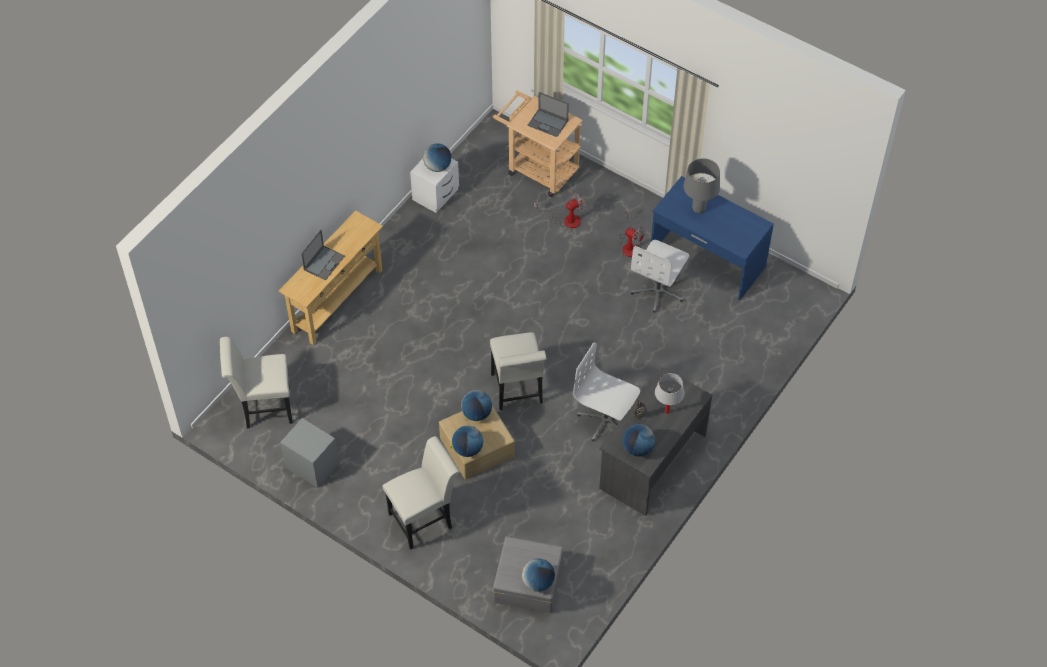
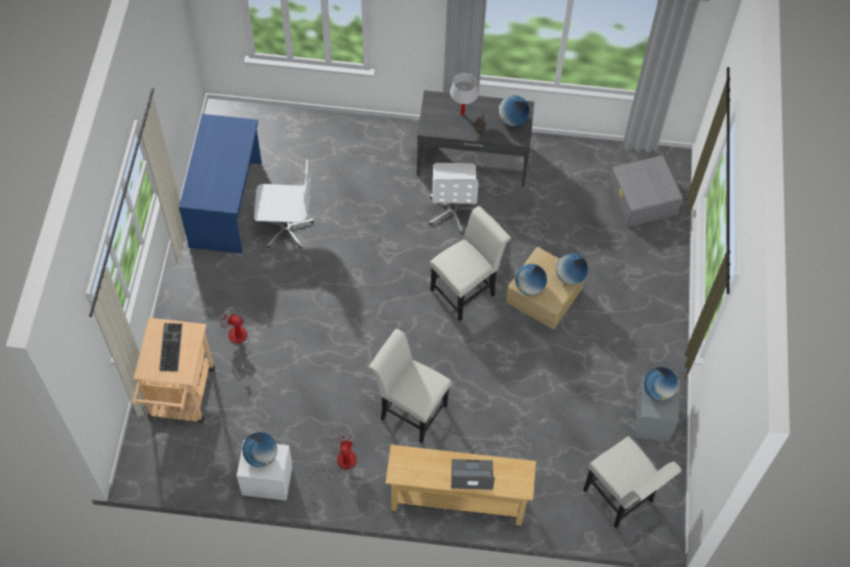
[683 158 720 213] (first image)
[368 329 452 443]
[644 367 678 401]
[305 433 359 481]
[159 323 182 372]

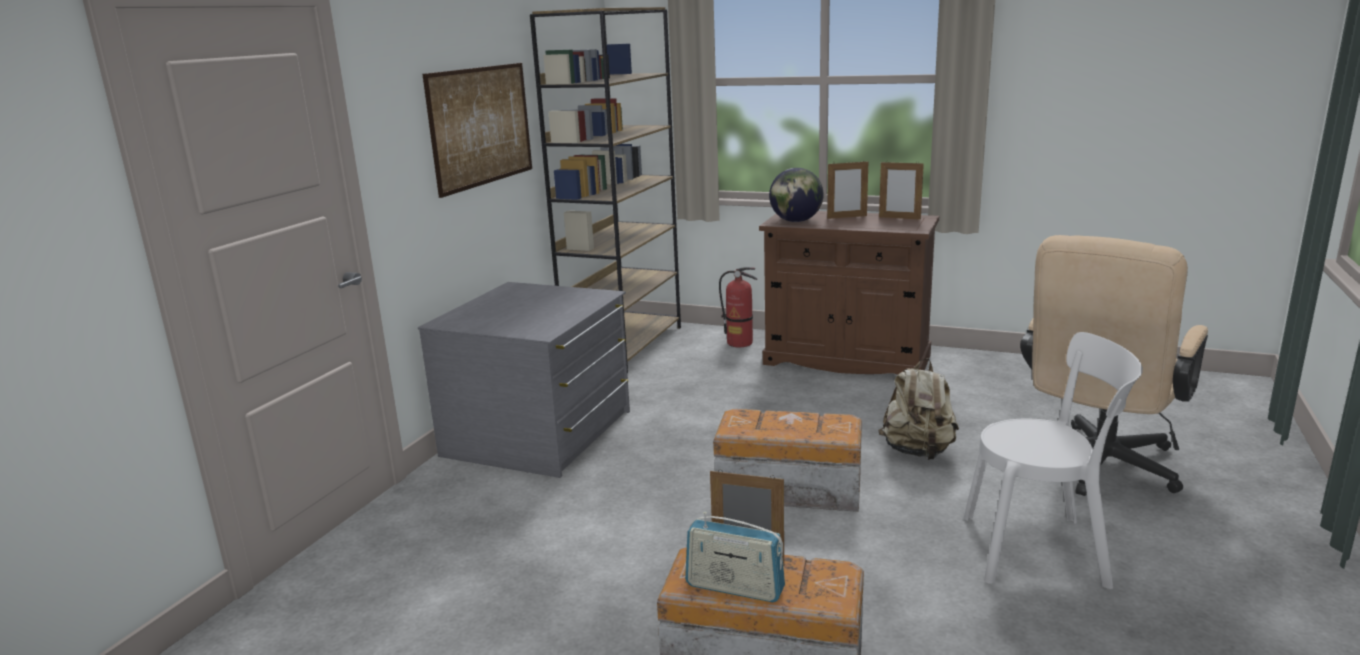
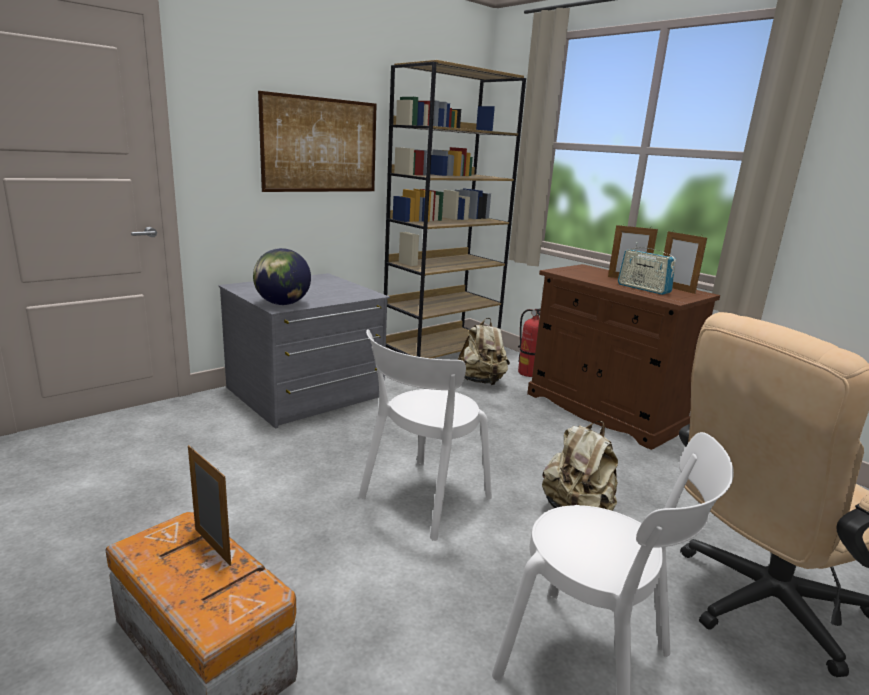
[457 318 510 385]
[618 242 676 295]
[253 248 311 305]
[358 329 492 541]

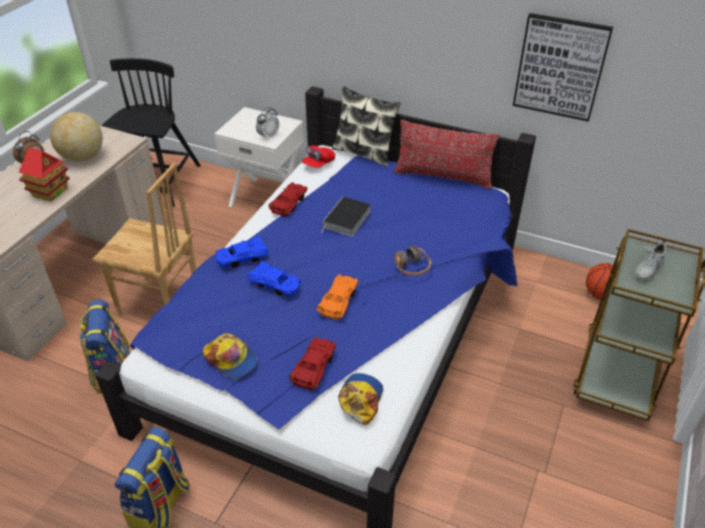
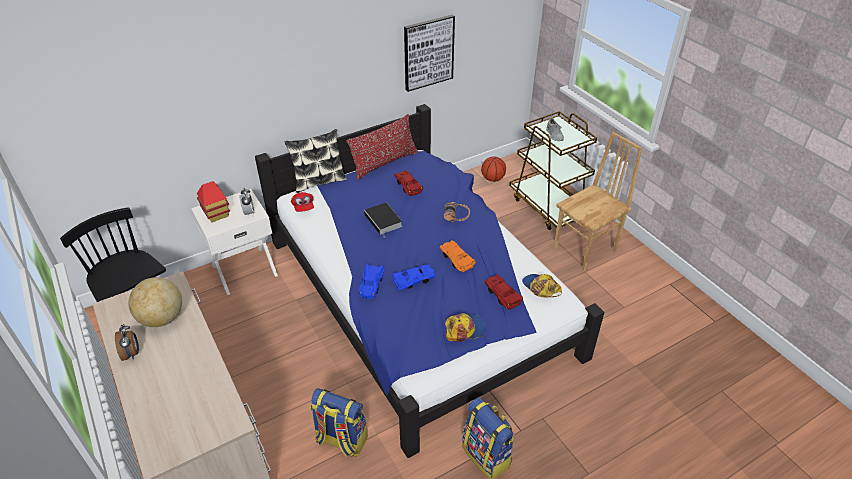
[197 181 230 223]
[554 132 642 270]
[395 170 423 196]

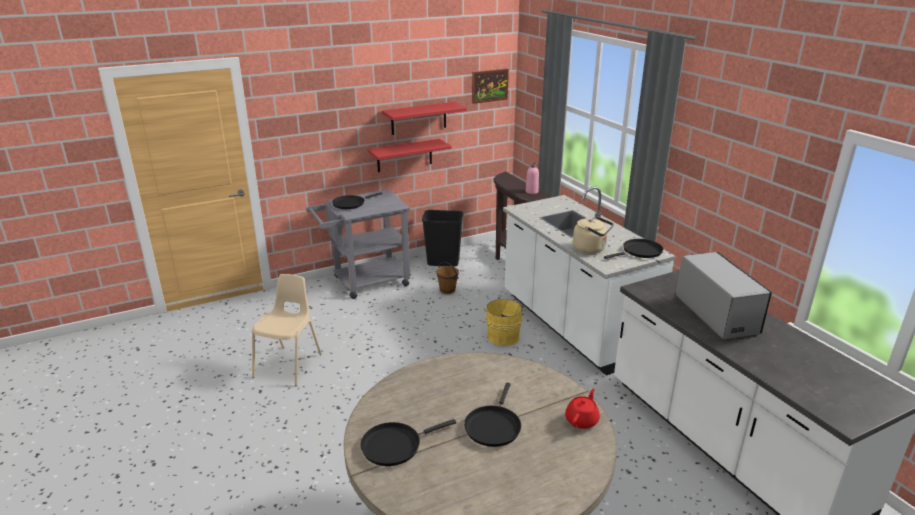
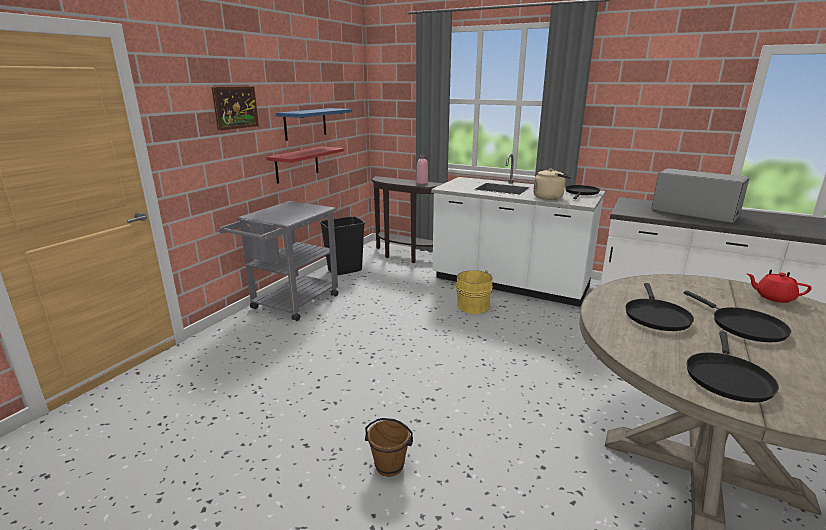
[252 274 322 386] (first image)
[625 283 694 331]
[365 418 413 477]
[211 86 259 131]
[276 108 352 141]
[747 273 812 303]

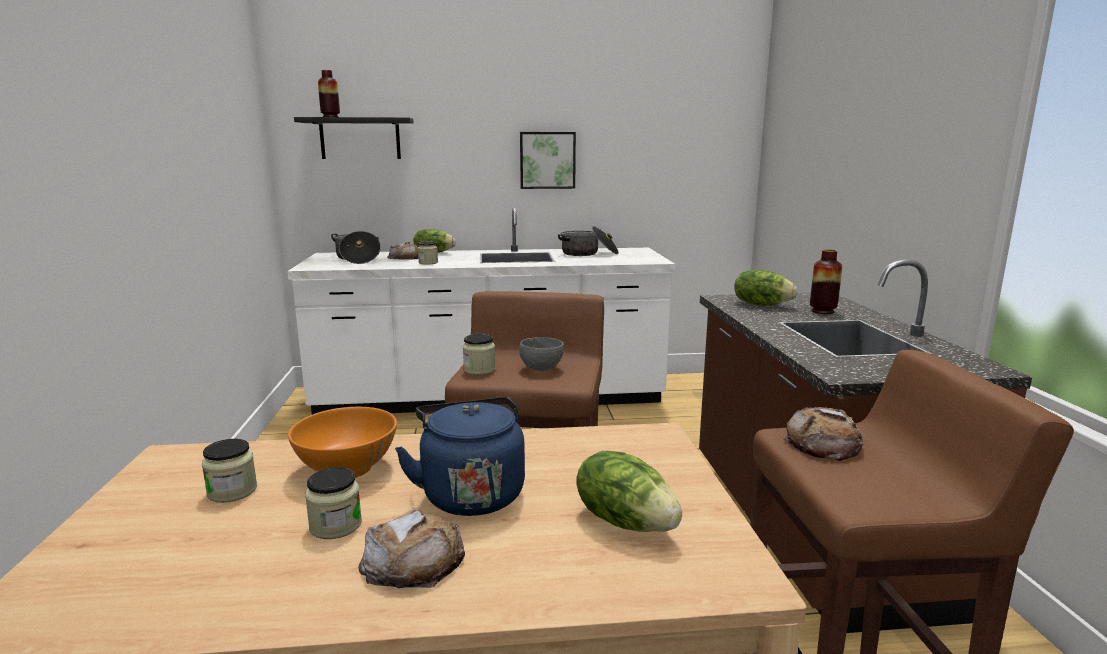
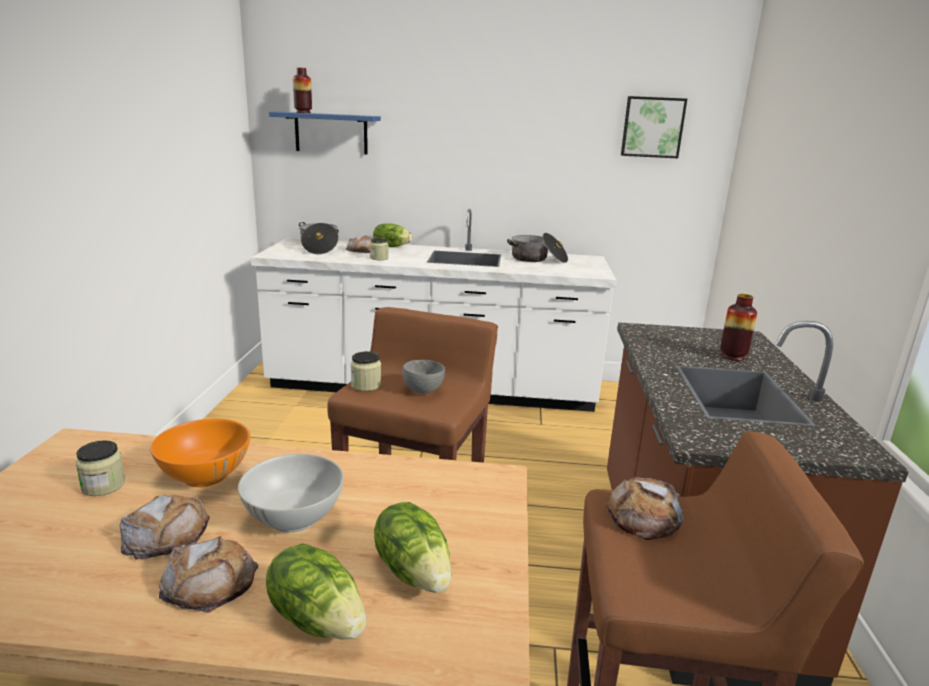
[621 96 687 158]
[266 543 366 640]
[120 495 209 560]
[238 454 344 533]
[269 112 381 154]

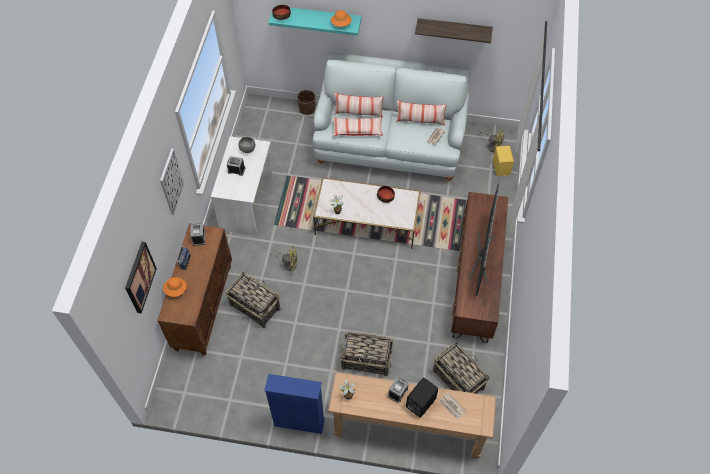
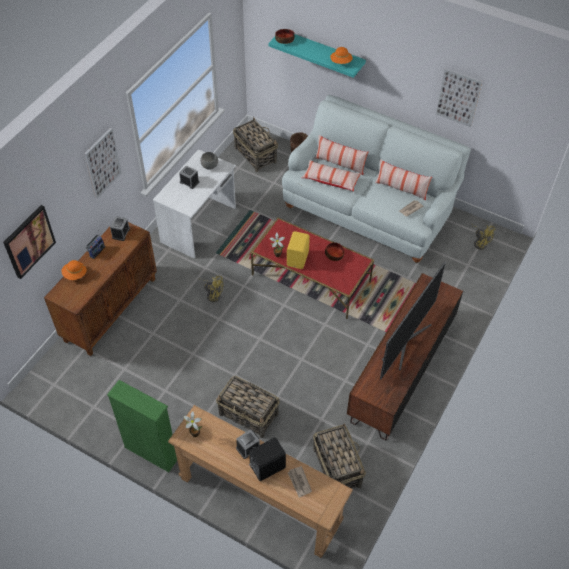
[233 117 278 172]
[287 231 310 269]
[436 68 482 127]
[107 380 177 472]
[251 218 374 319]

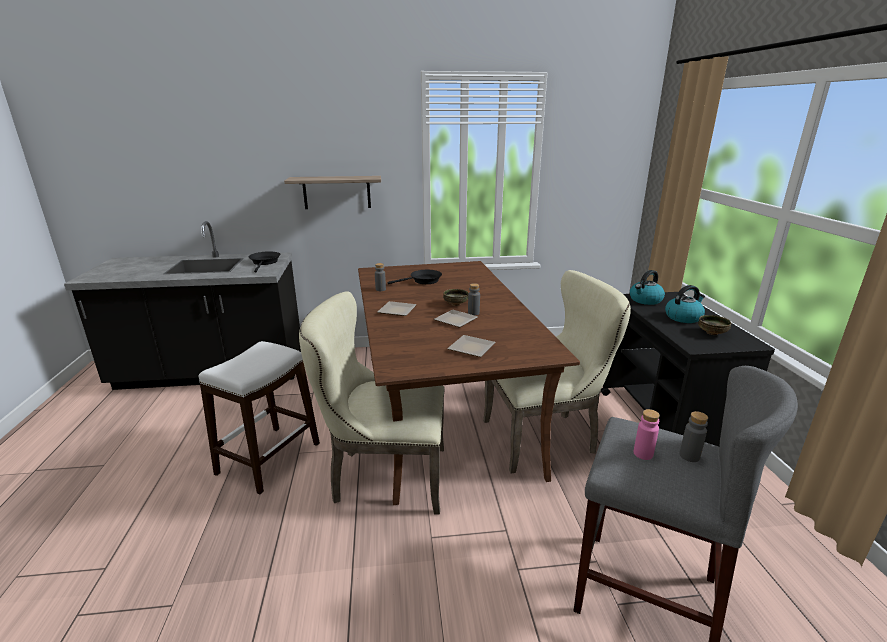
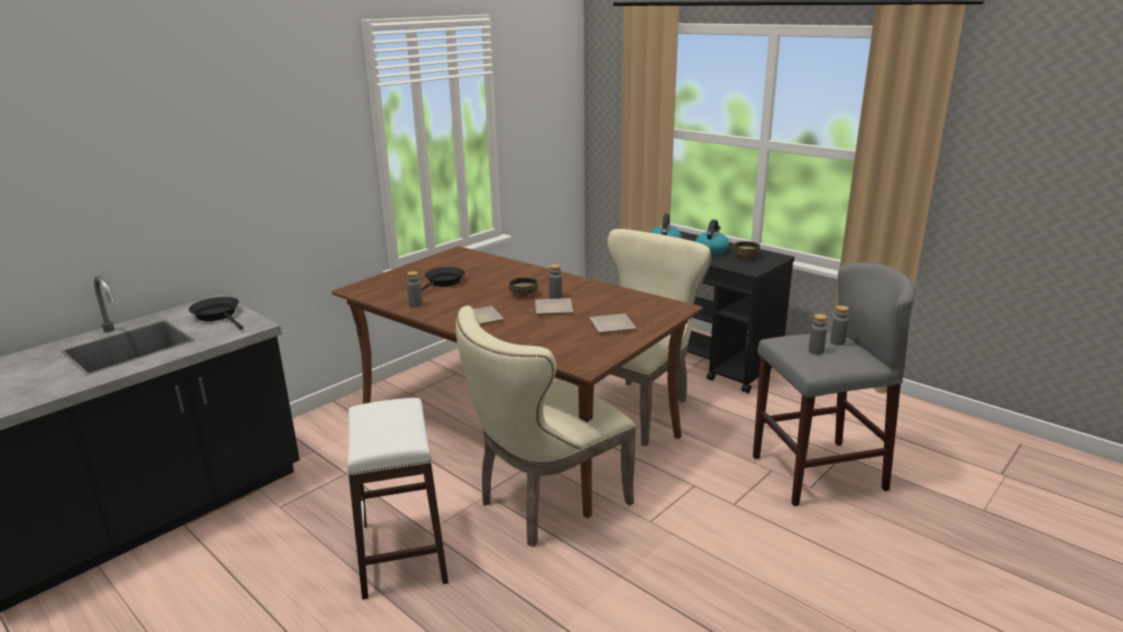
[284 176 381 209] (first image)
[808 314 827 355]

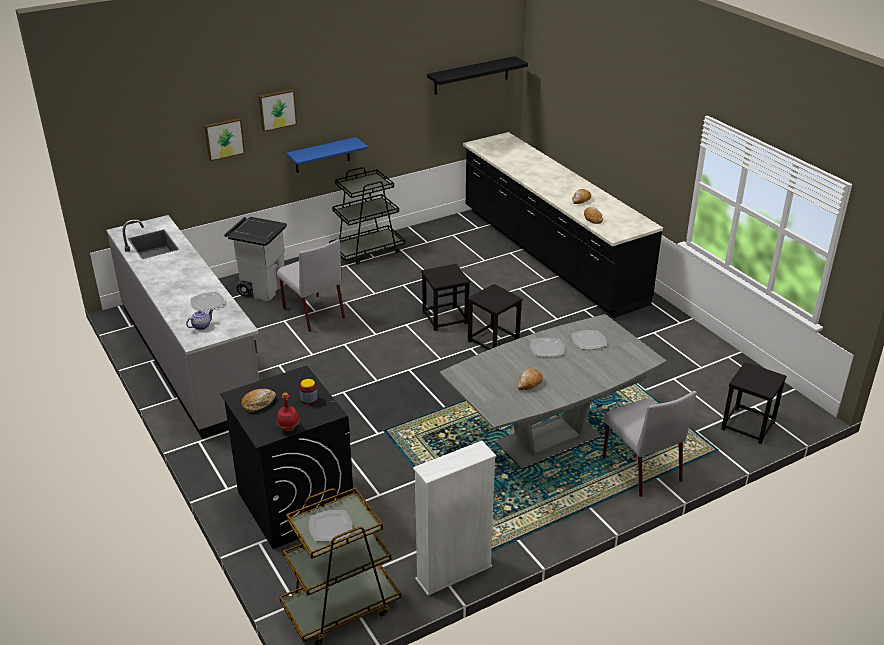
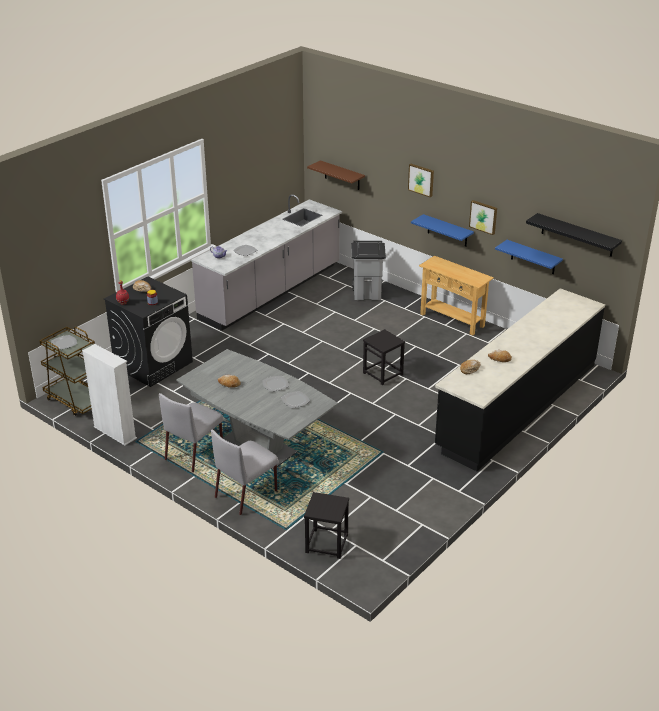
[467 284 523 350] (first image)
[307 160 365 190]
[495 240 563 274]
[469 200 497 235]
[159 393 224 472]
[419 256 494 336]

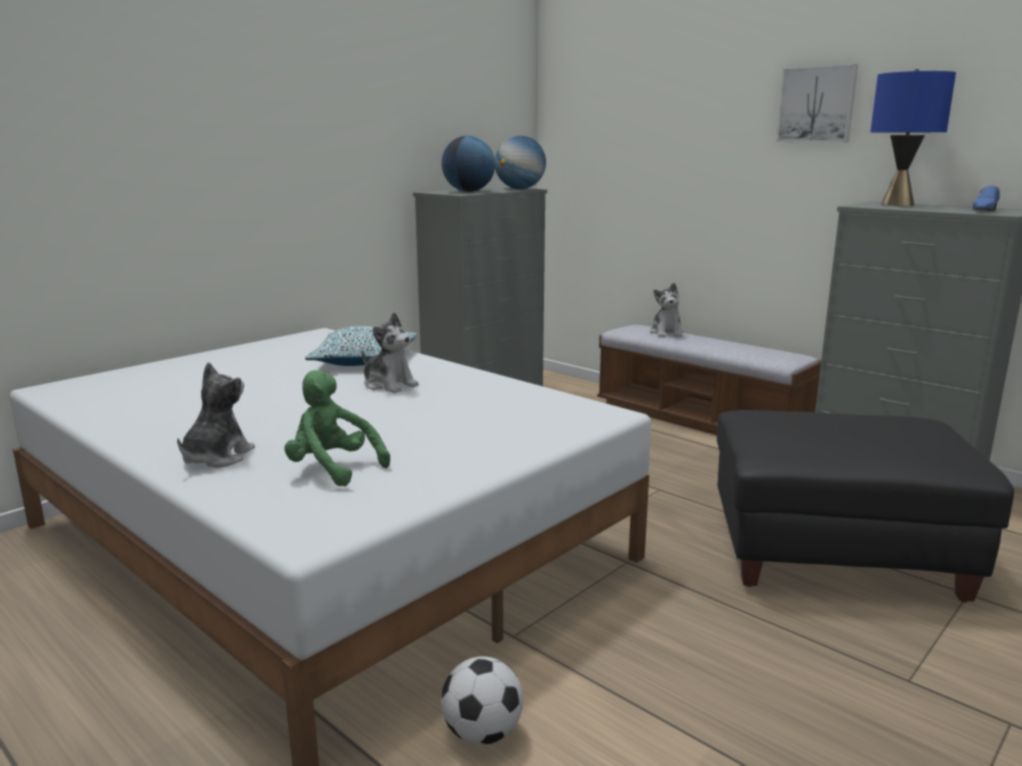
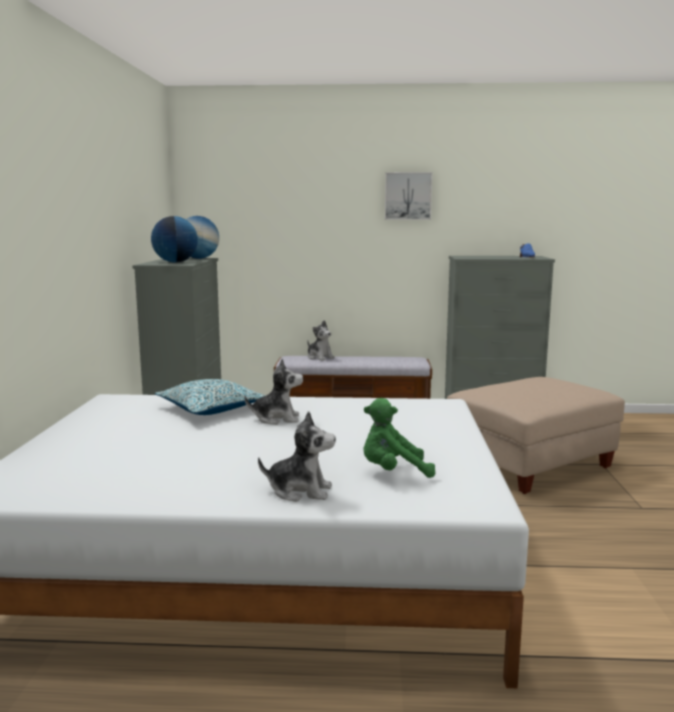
[441 656 523 745] (first image)
[870 69 956 206] (first image)
[447 377 625 494]
[258 411 336 502]

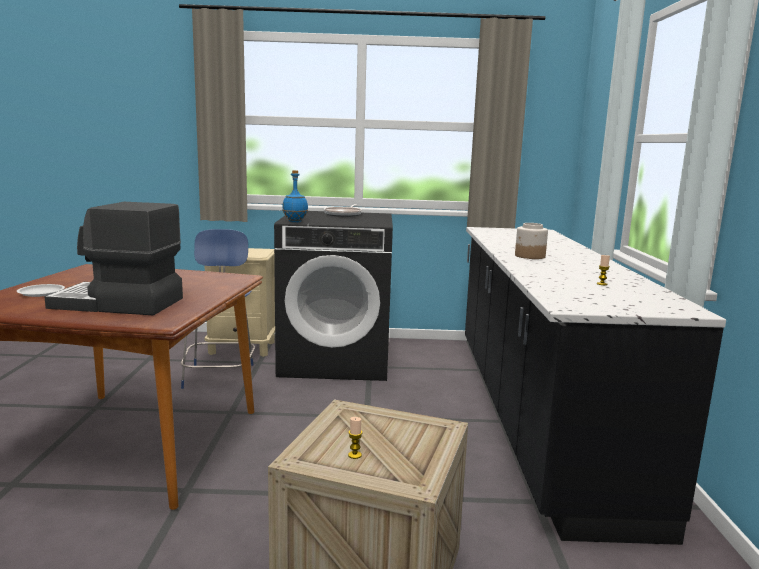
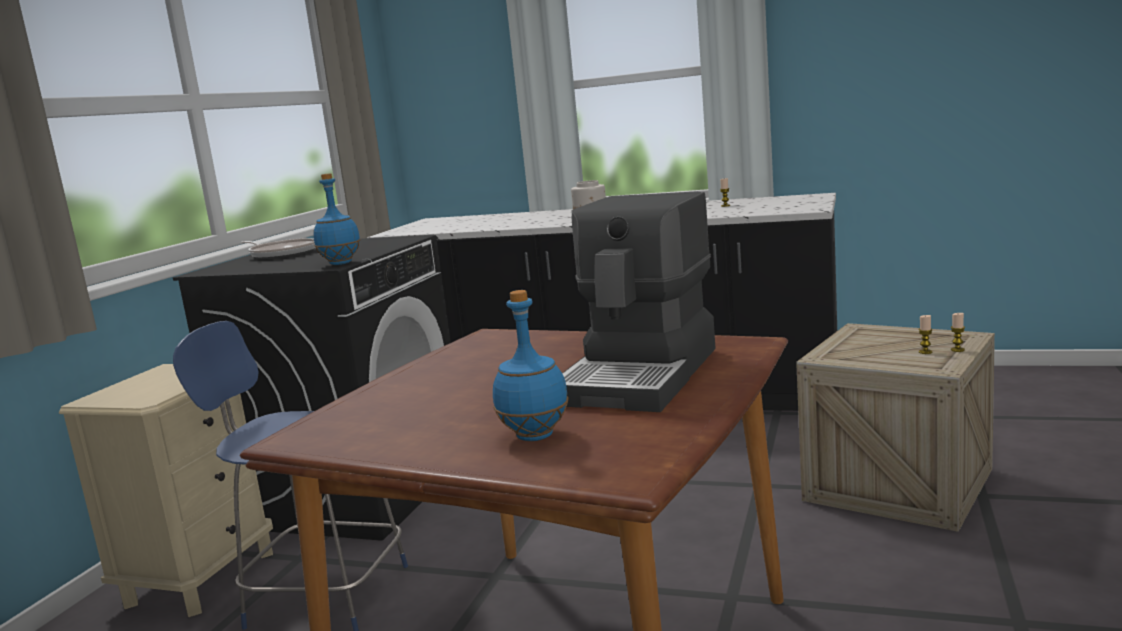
[951 313 965 352]
[493 290 569 441]

